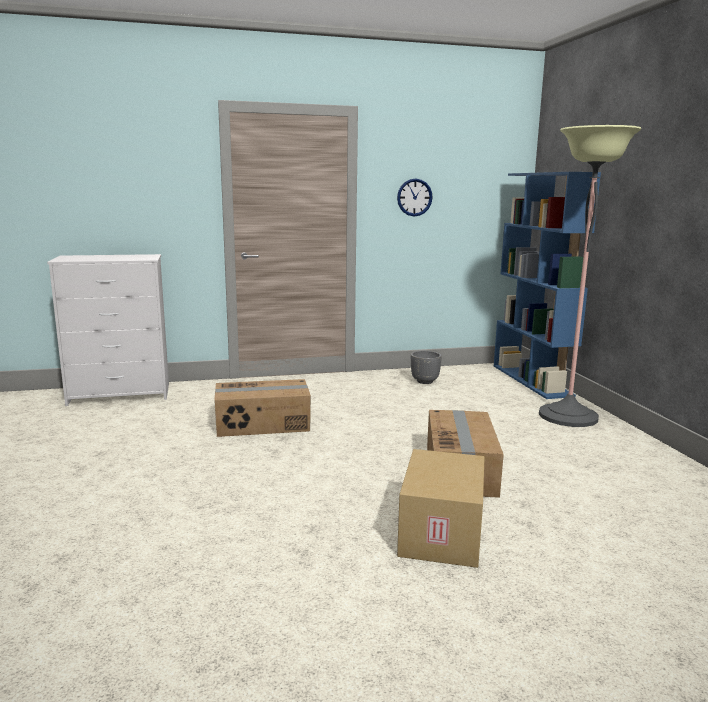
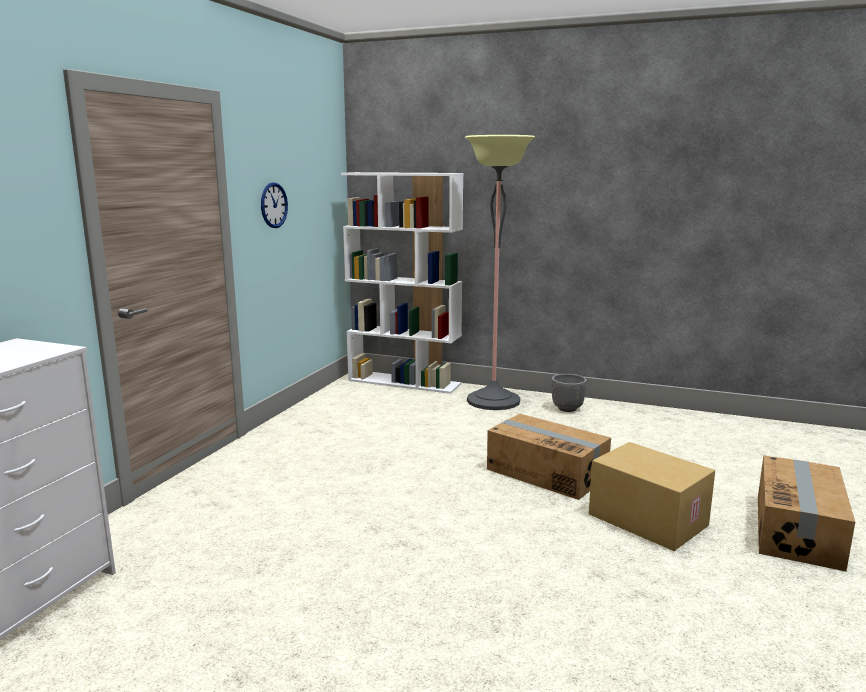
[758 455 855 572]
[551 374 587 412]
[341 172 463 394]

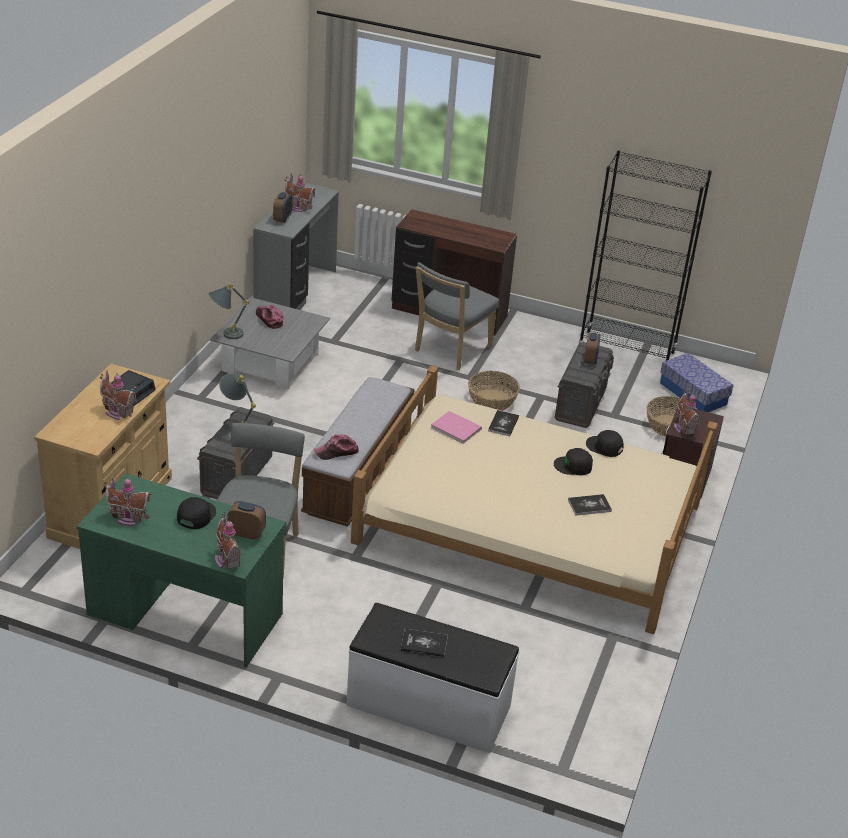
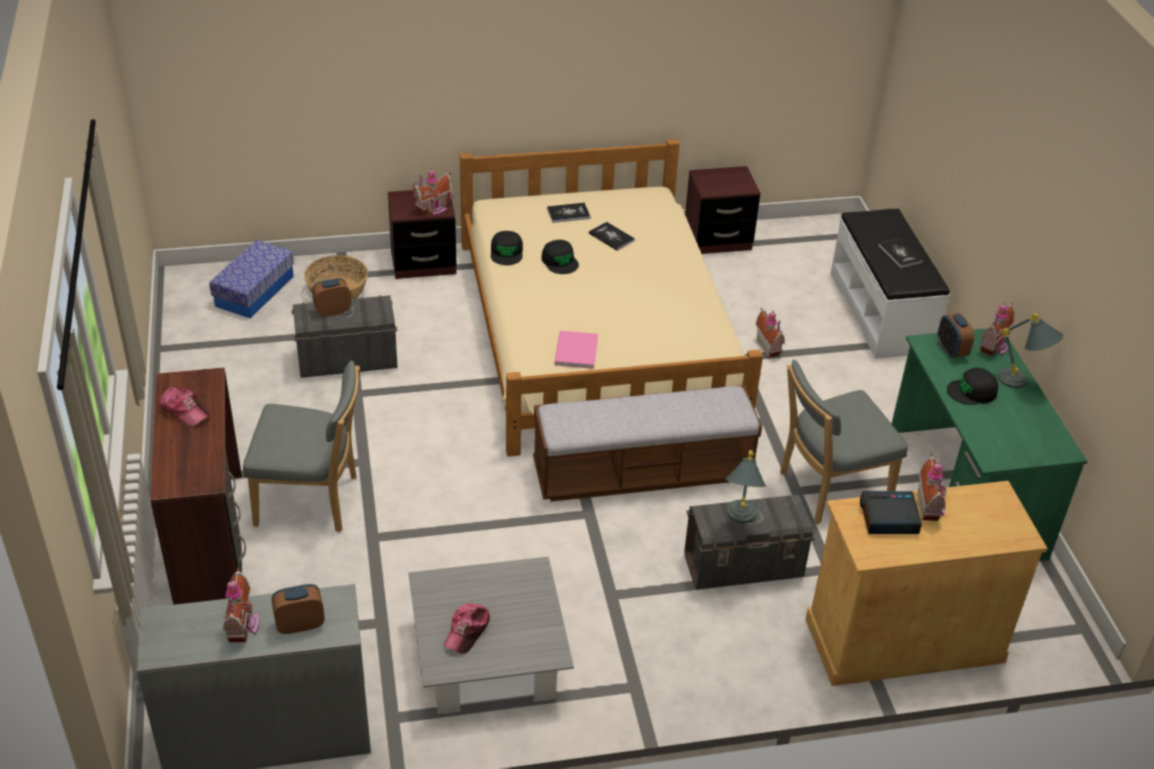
[468 371 520 411] (first image)
[578 150 712 361] (first image)
[685 166 761 254]
[755 308 785 358]
[998 313 1064 388]
[159 386 210 426]
[547 203 591 223]

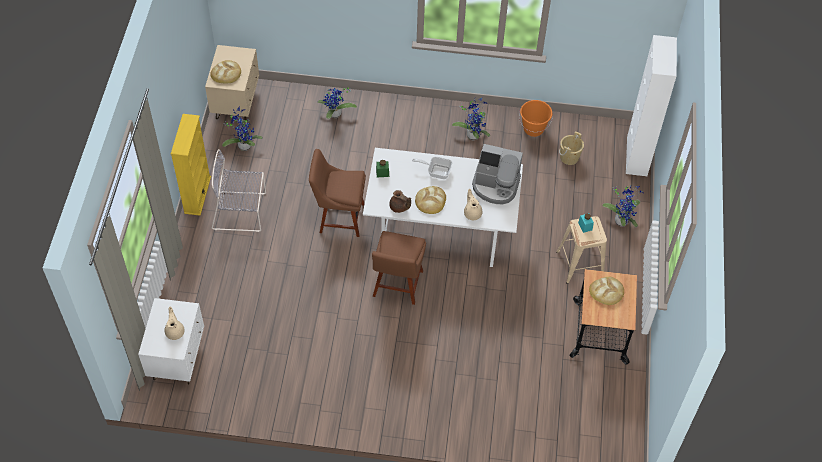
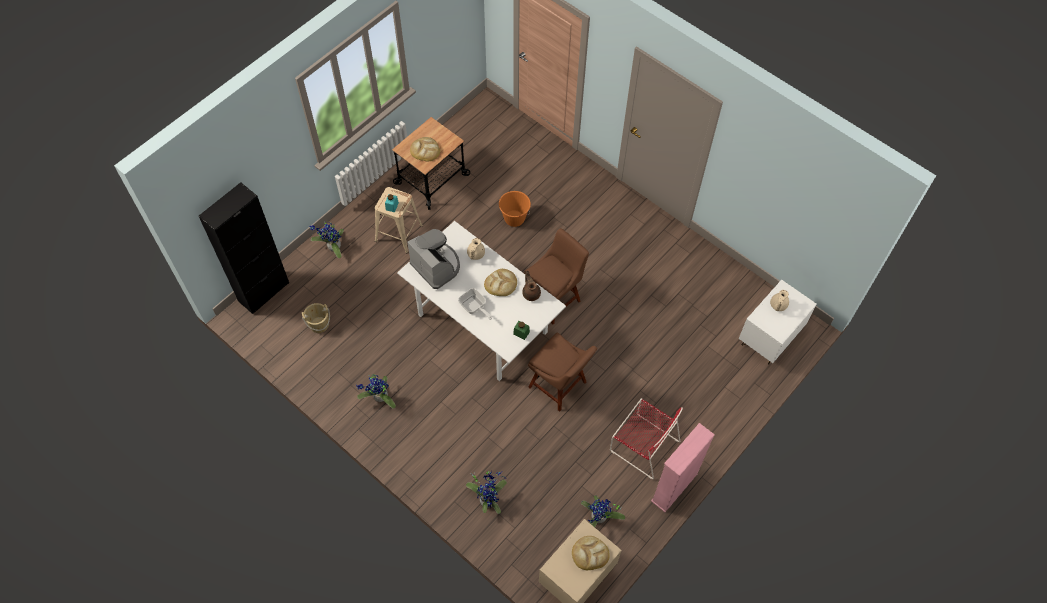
[499 191 531 227]
[651 423 715 512]
[610 398 683 479]
[199 182 289 314]

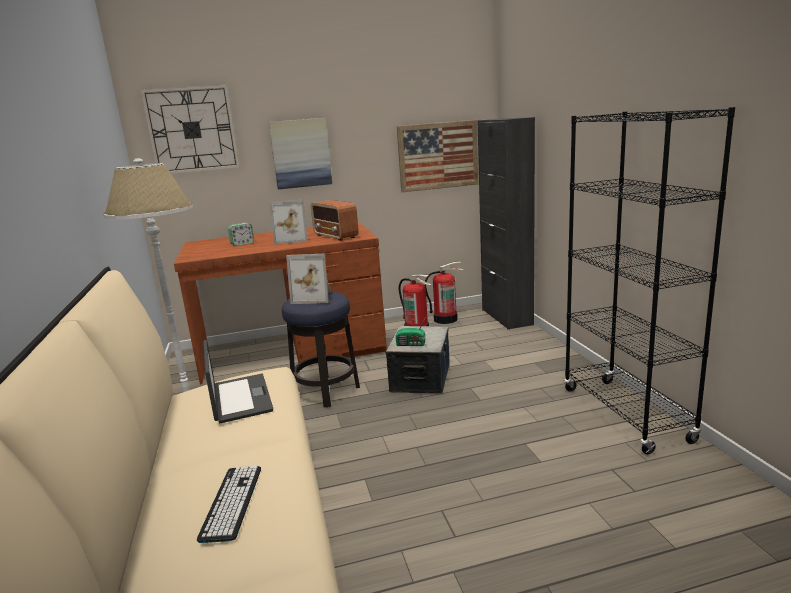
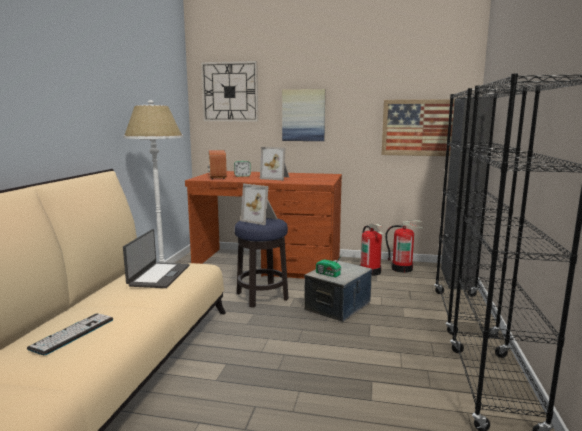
[434 88 527 339]
[208 150 227 179]

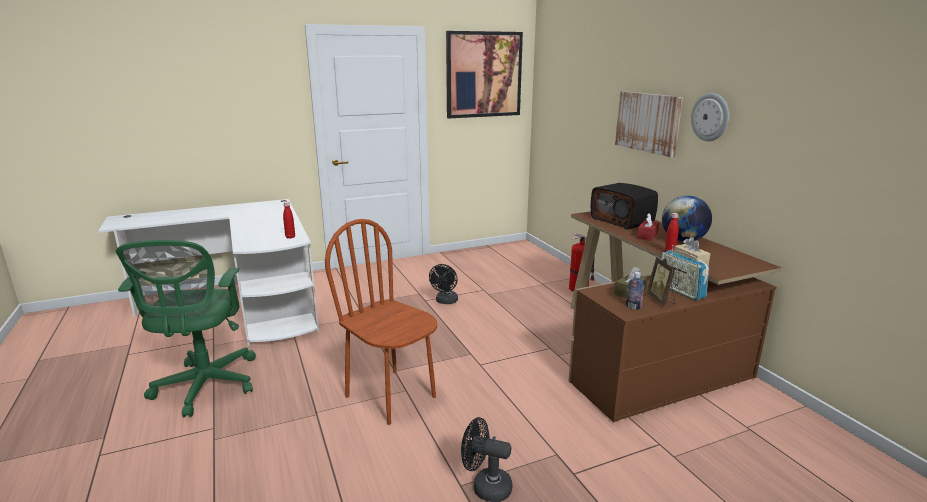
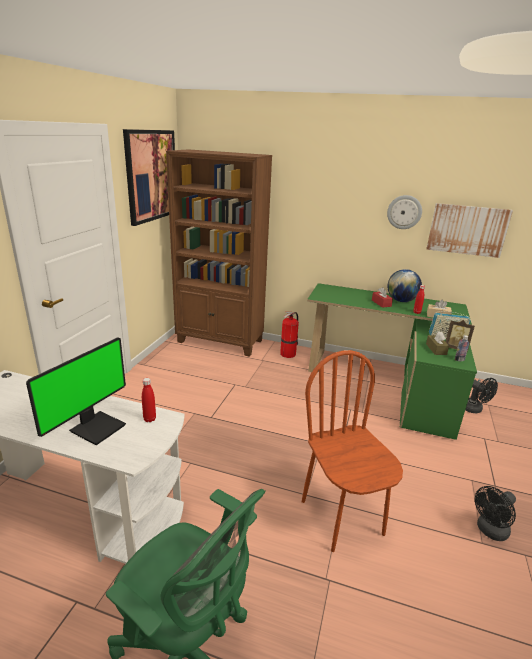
[591 183 658 230] (first image)
[26 337 126 445]
[166 149 272 357]
[465 378 498 413]
[426 203 513 258]
[307 283 477 440]
[302 350 403 552]

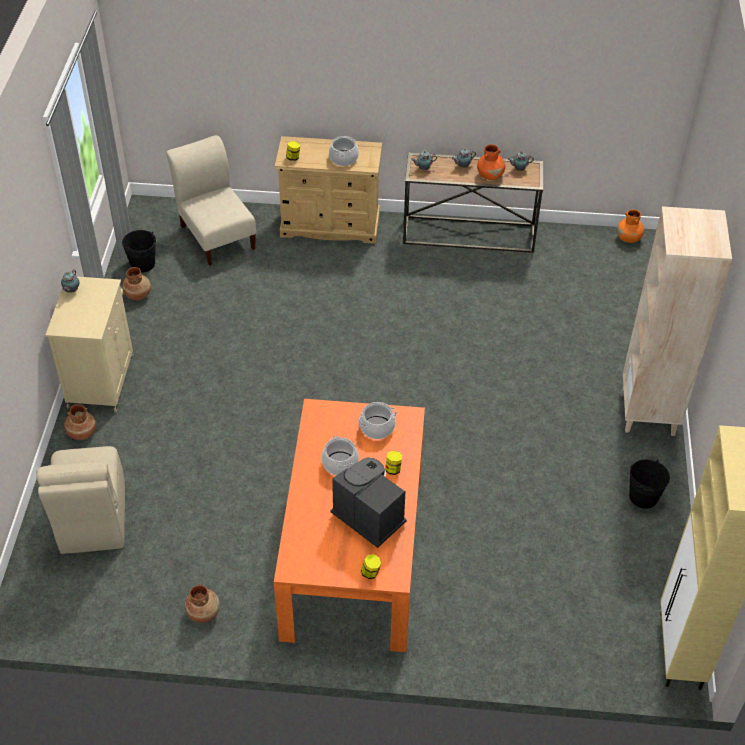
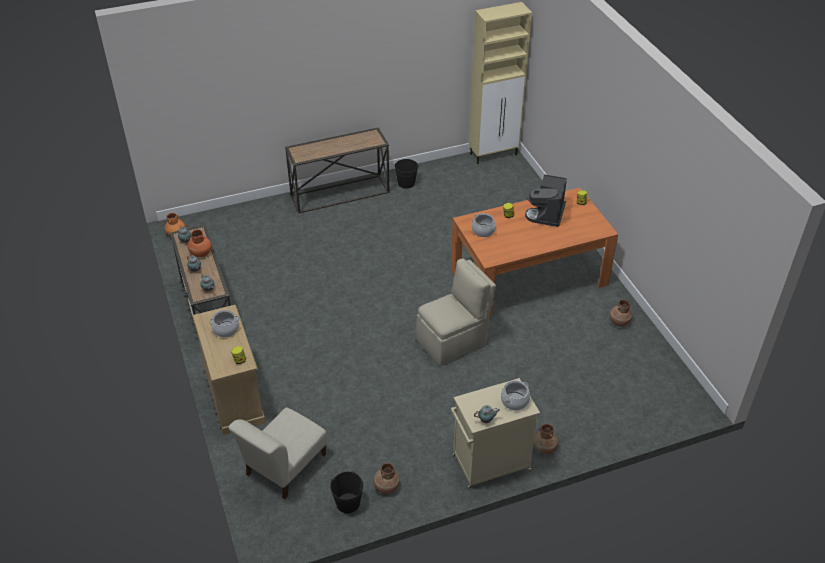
[416 258 496 366]
[501 380 530 411]
[285 128 389 213]

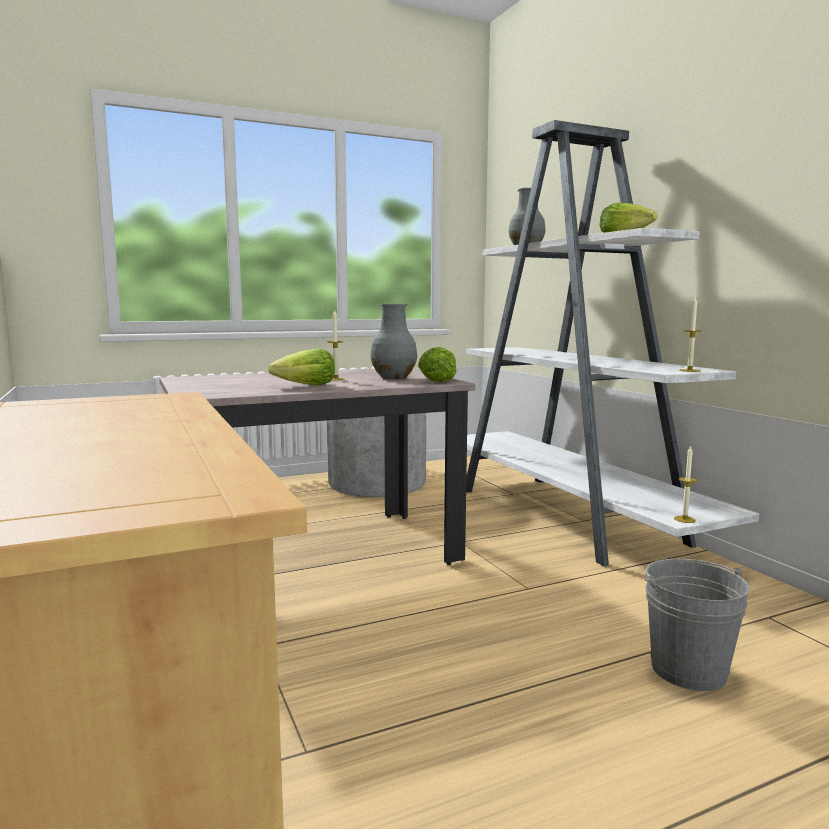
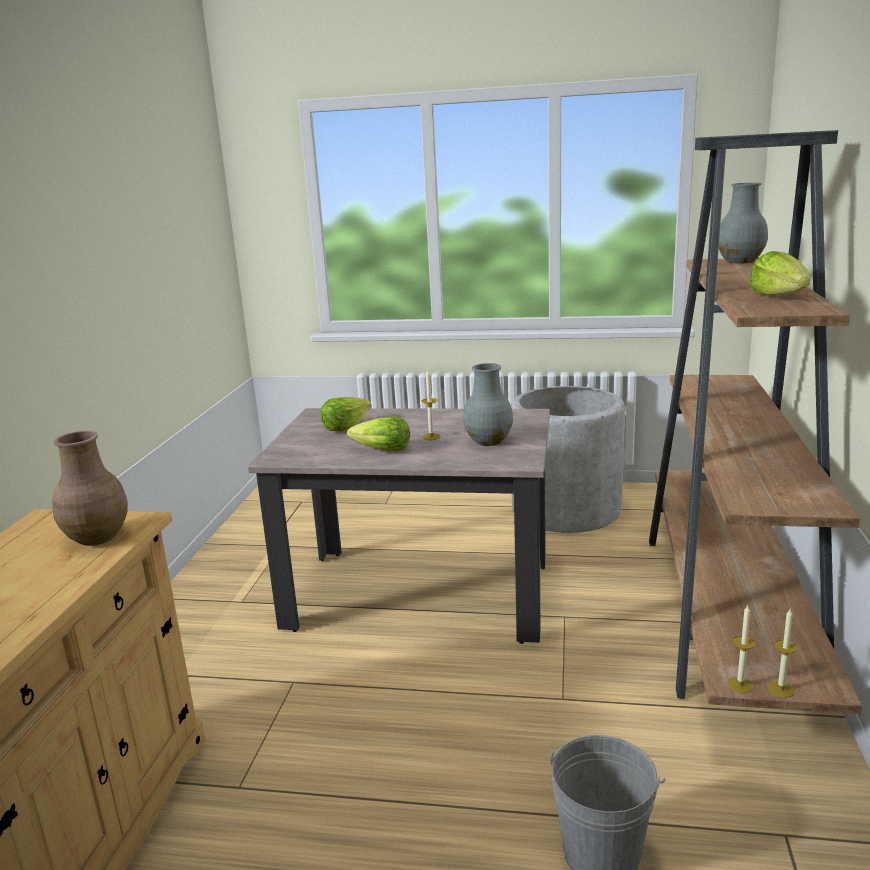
[52 431 128 546]
[320 397 371 432]
[768 609 798 698]
[649 130 862 714]

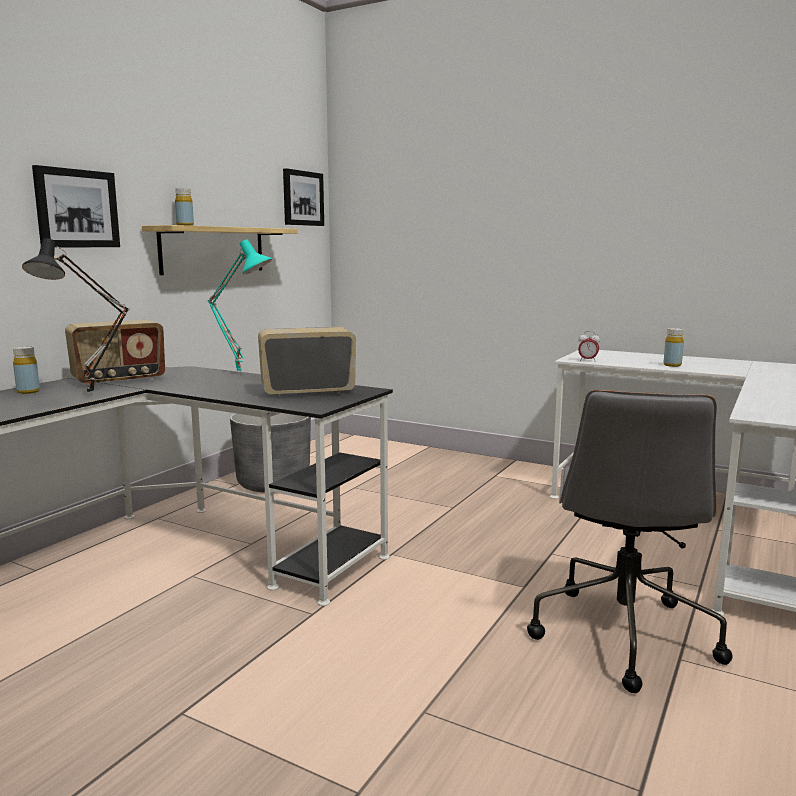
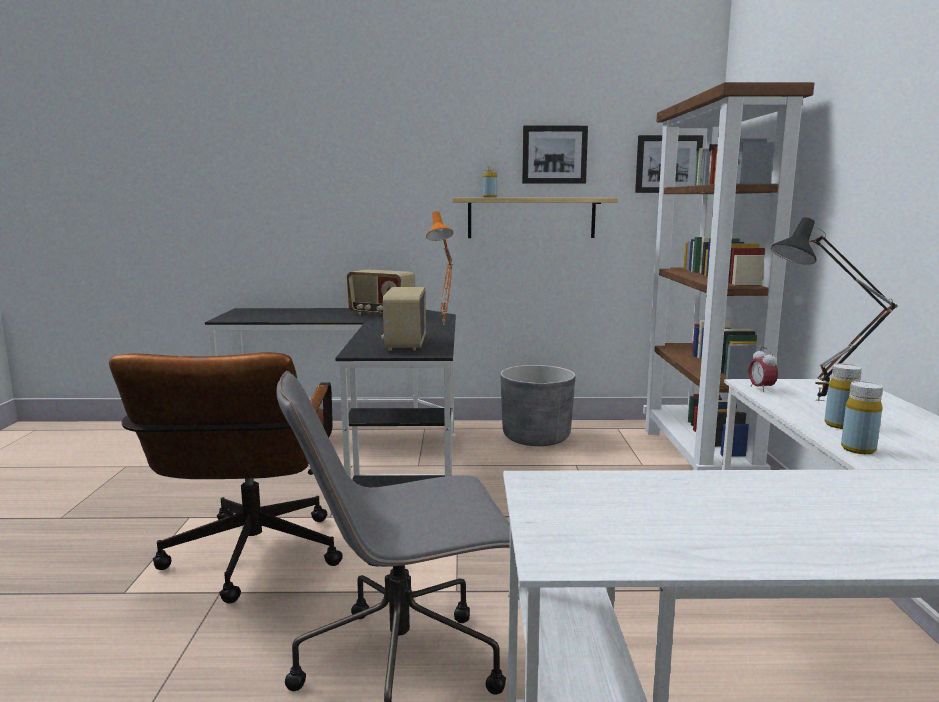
[109 352 343 603]
[643 82 814 470]
[841 381 883 454]
[771 217 898 401]
[522 126 588 184]
[426 211 454 325]
[381 287 426 351]

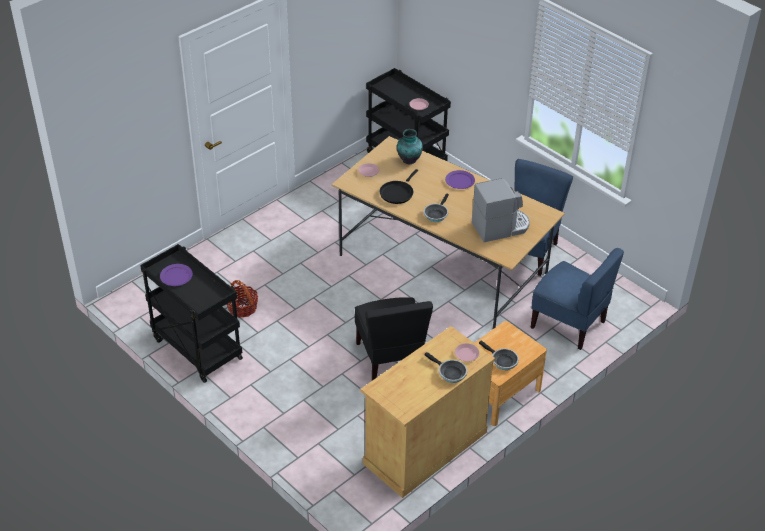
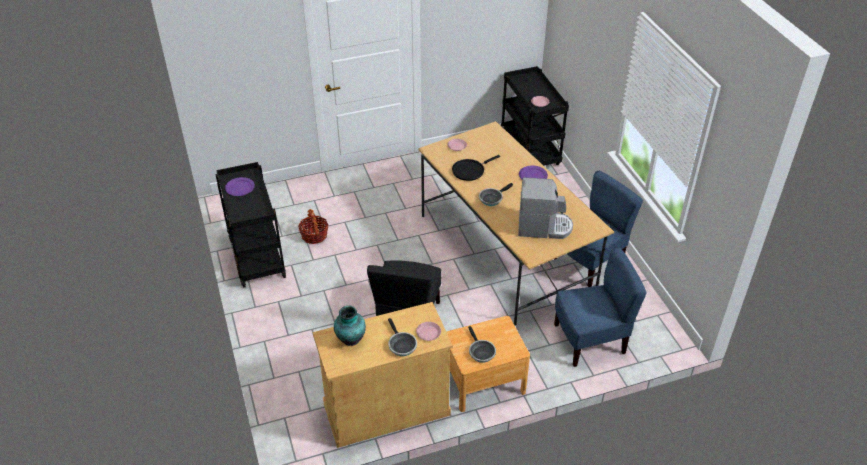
[334 306 366 346]
[554 247 647 367]

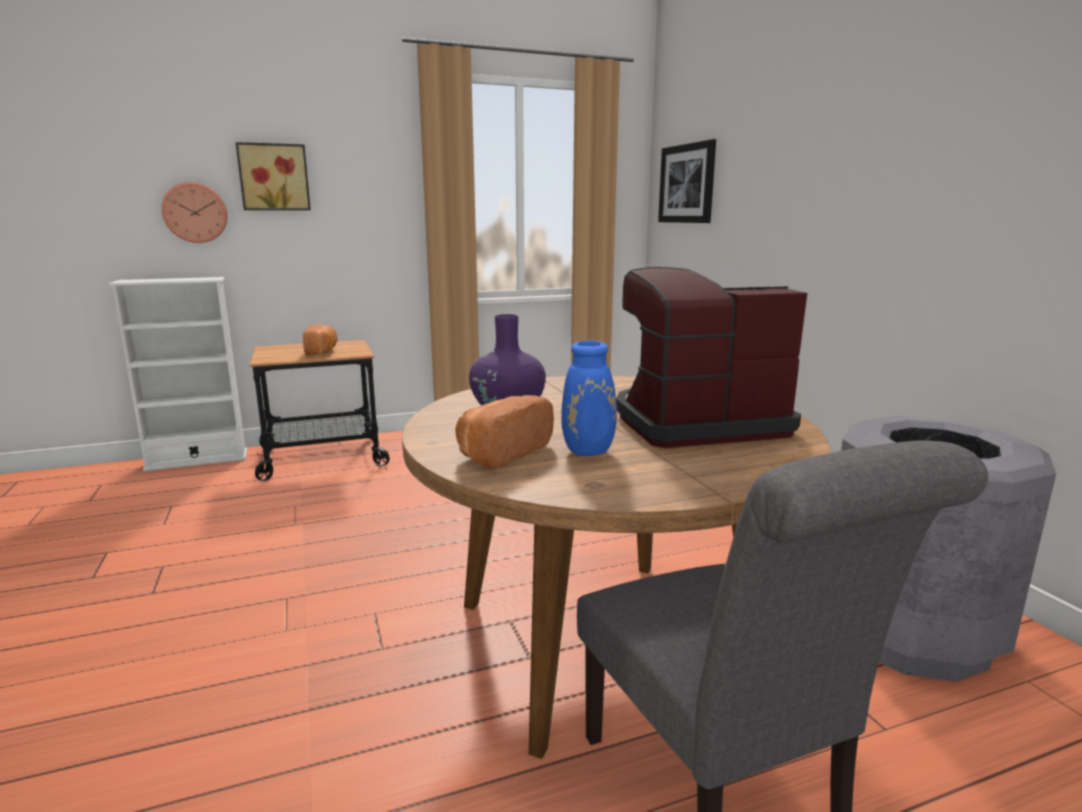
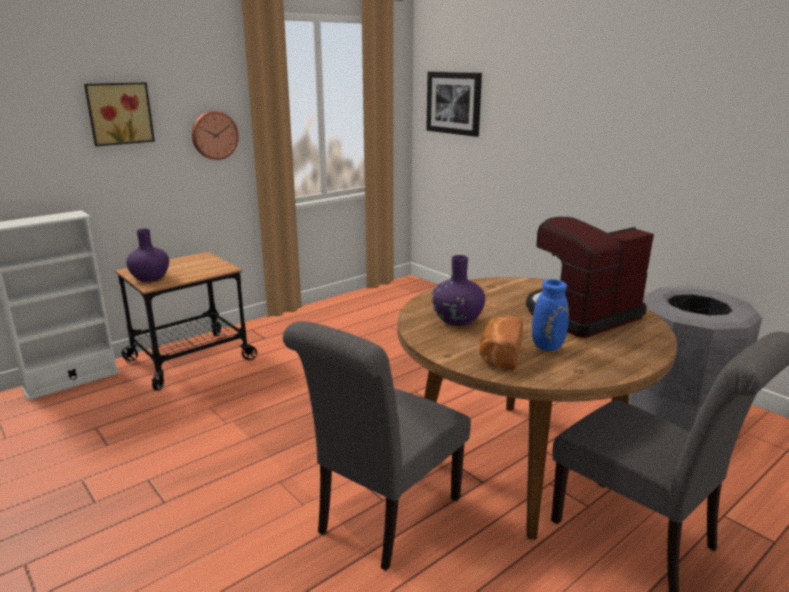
[303 325 337 355] (first image)
[126 229 169 282]
[283 321 471 571]
[192 111 239 160]

